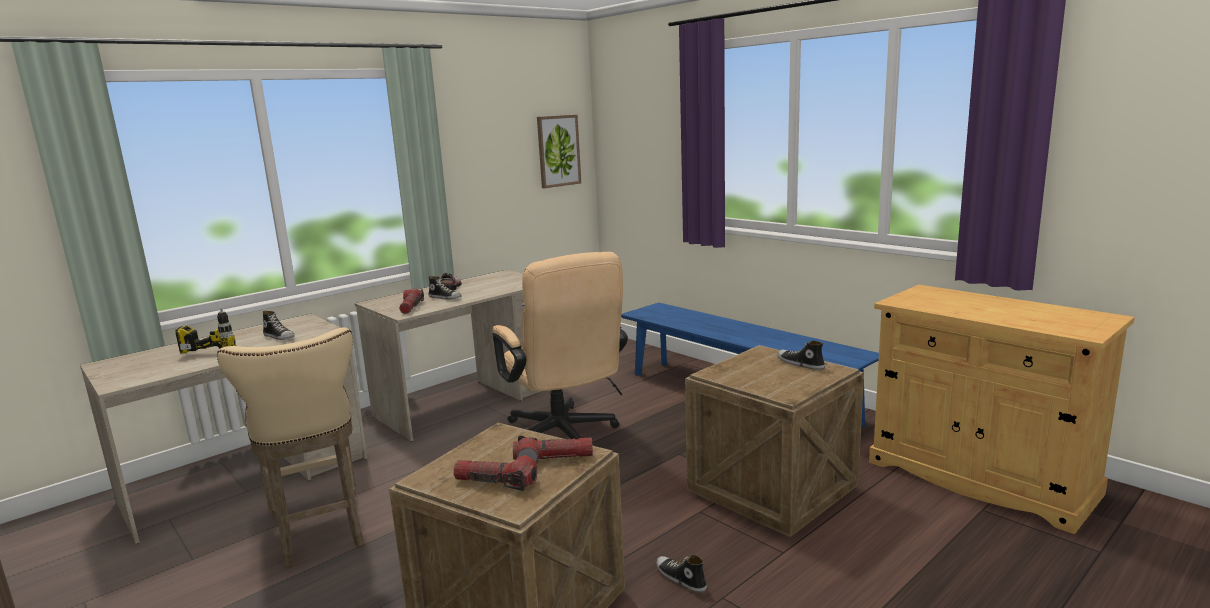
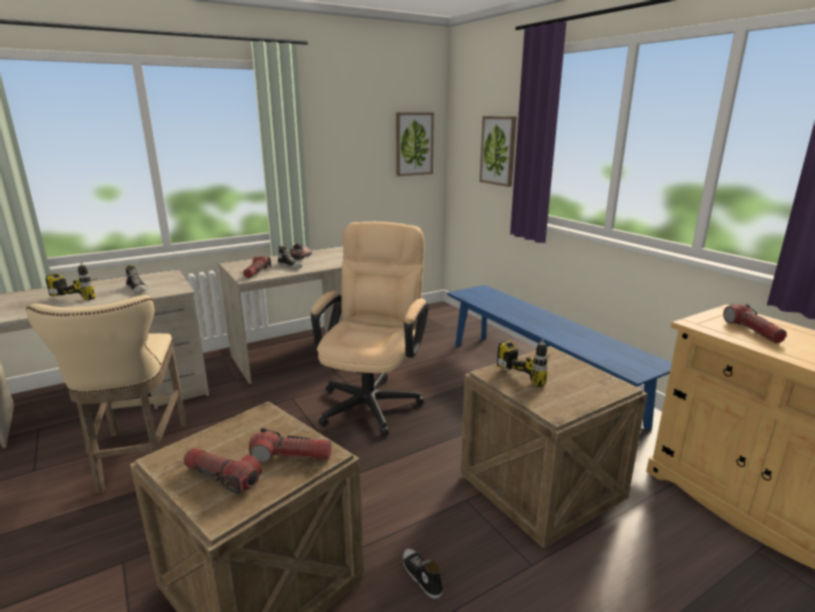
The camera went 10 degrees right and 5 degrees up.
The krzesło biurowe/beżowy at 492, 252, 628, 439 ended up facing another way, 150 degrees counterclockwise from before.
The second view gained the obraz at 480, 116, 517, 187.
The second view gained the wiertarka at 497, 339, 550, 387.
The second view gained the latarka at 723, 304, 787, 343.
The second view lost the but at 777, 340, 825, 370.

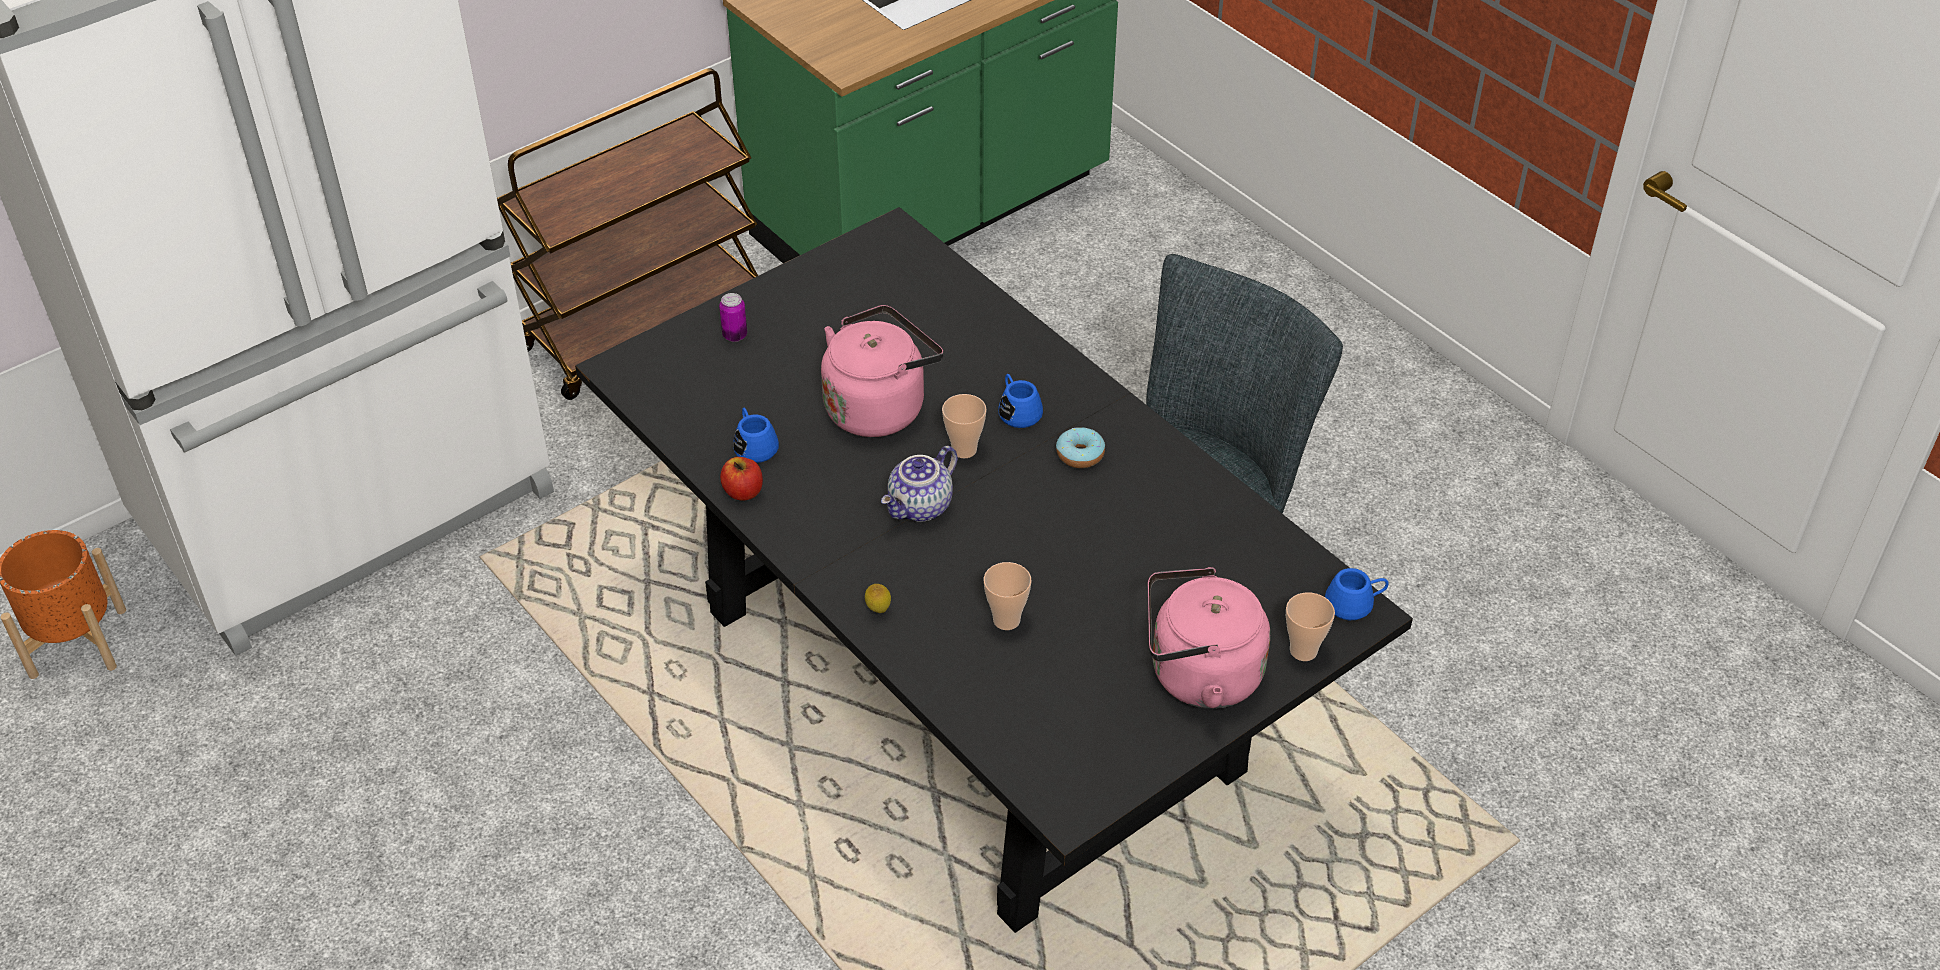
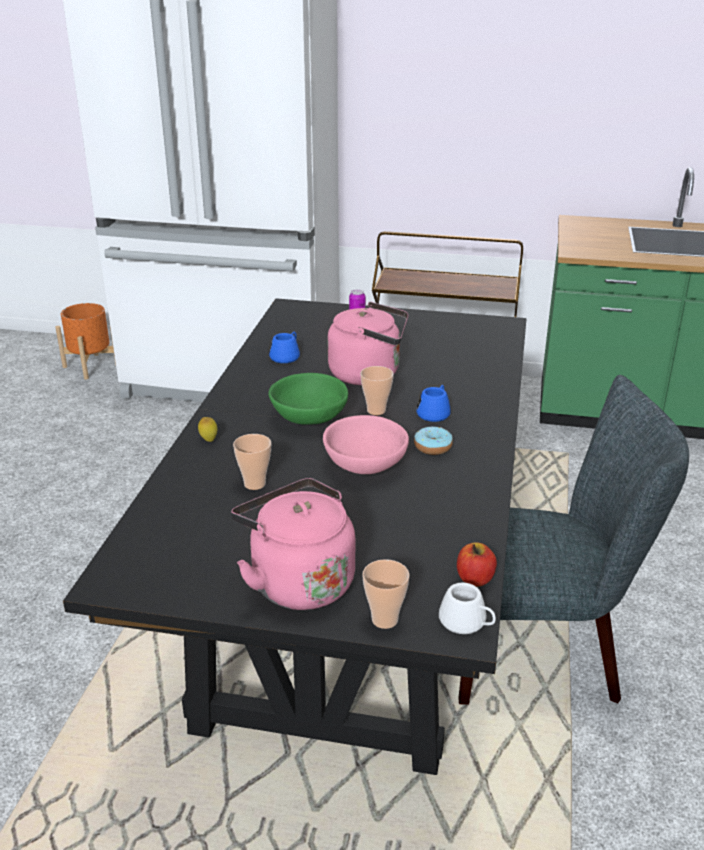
The camera went 50 degrees right and 15 degrees down.
Where the imbryk stood at 881, 446, 957, 522, the miska/zielony came to stand at 268, 373, 348, 425.
The second view gained the miska/różowy at 323, 415, 409, 474.
What was the kubek/niebieski at 1325, 568, 1389, 620 turned into the kubek/biały at 439, 583, 496, 634.
The jabłko ended up elsewhere, having gone from 720, 457, 763, 501 to 457, 542, 497, 586.

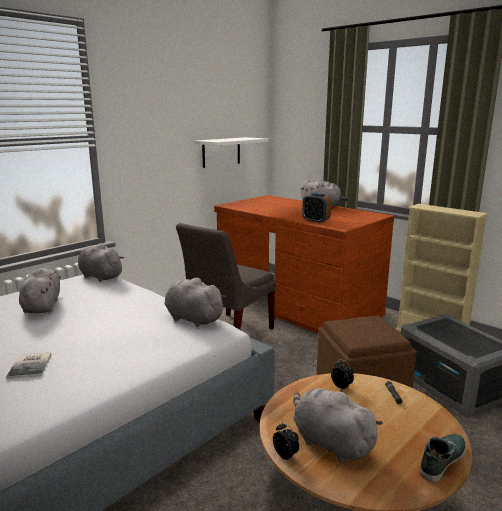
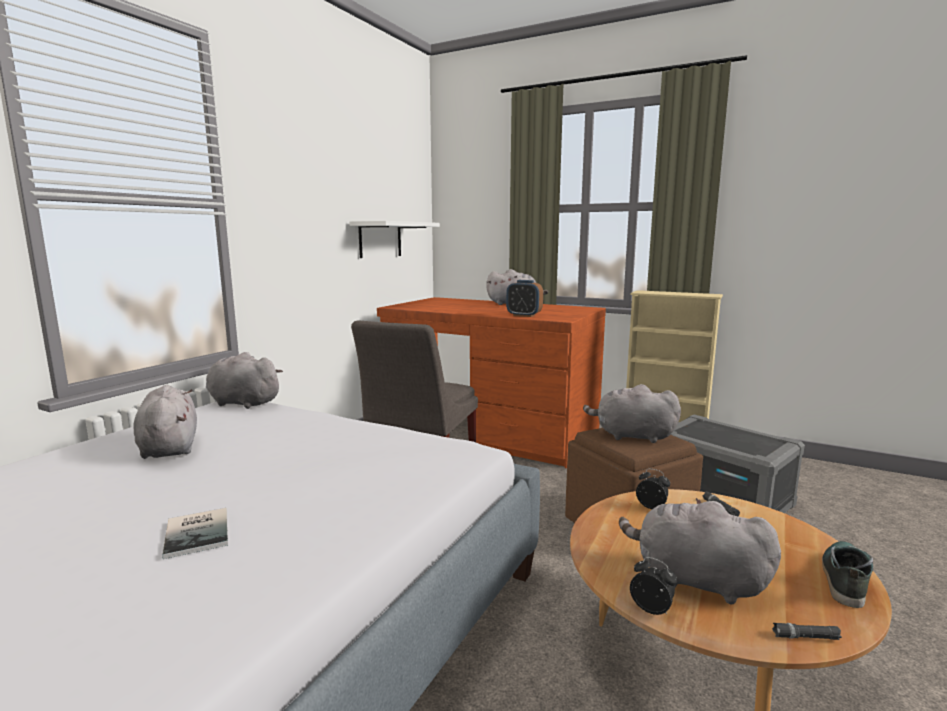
The camera went 15 degrees left and 5 degrees down.
The pluszak/szary ended up elsewhere, having gone from 165, 278, 227, 327 to 583, 384, 681, 443.
The second view gained the latarka/czarny at 772, 623, 842, 640.

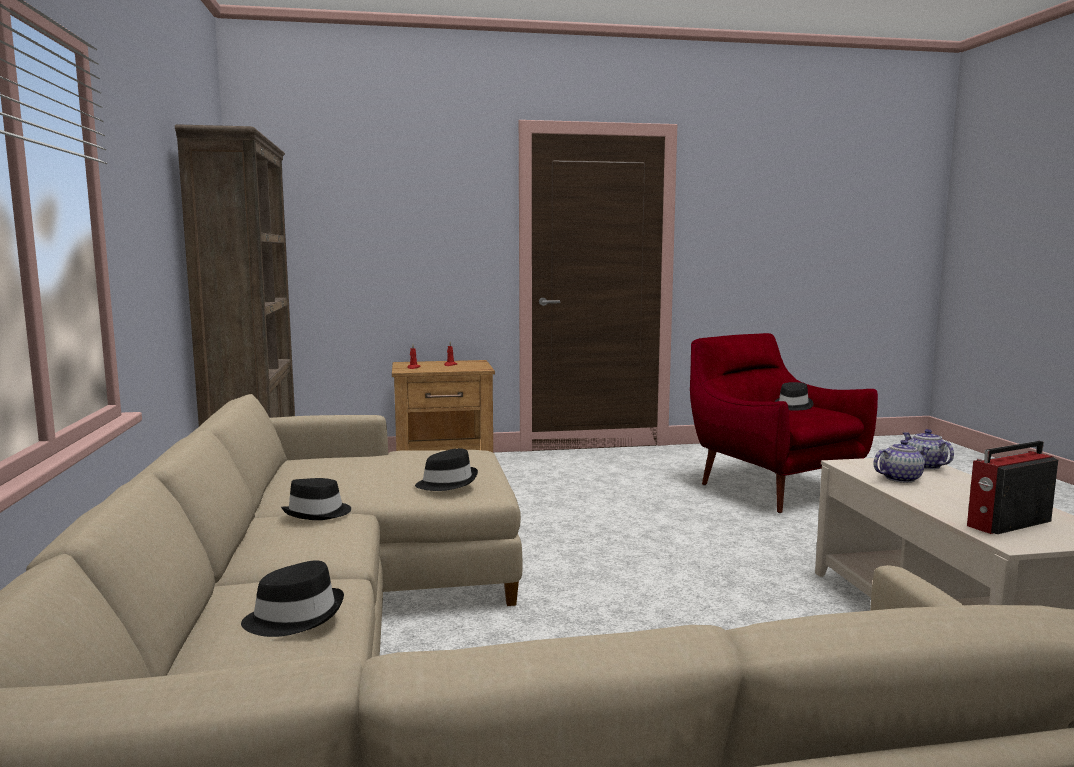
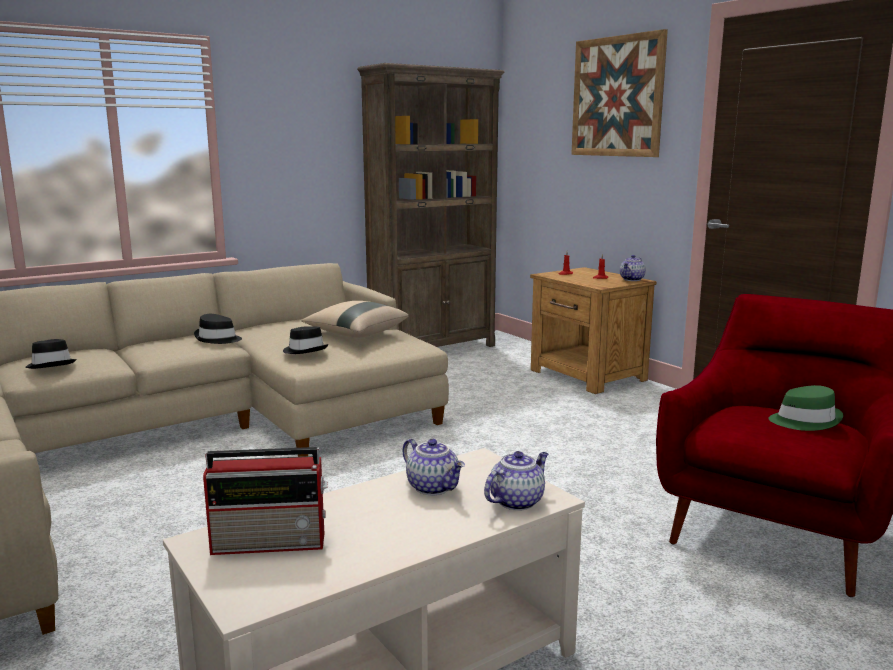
The camera went 65 degrees right and 5 degrees up.
The radio at 967, 441, 1058, 534 ended up facing another way, 135 degrees clockwise from before.
The second view gained the poduszka/beżowy at 301, 301, 409, 338.
The second view gained the obraz at 571, 29, 668, 157.
The second view gained the imbryk at 620, 255, 646, 281.
What was the kapelusz/czarny at 774, 382, 814, 410 turned into the kapelusz/zielony at 768, 385, 843, 431.

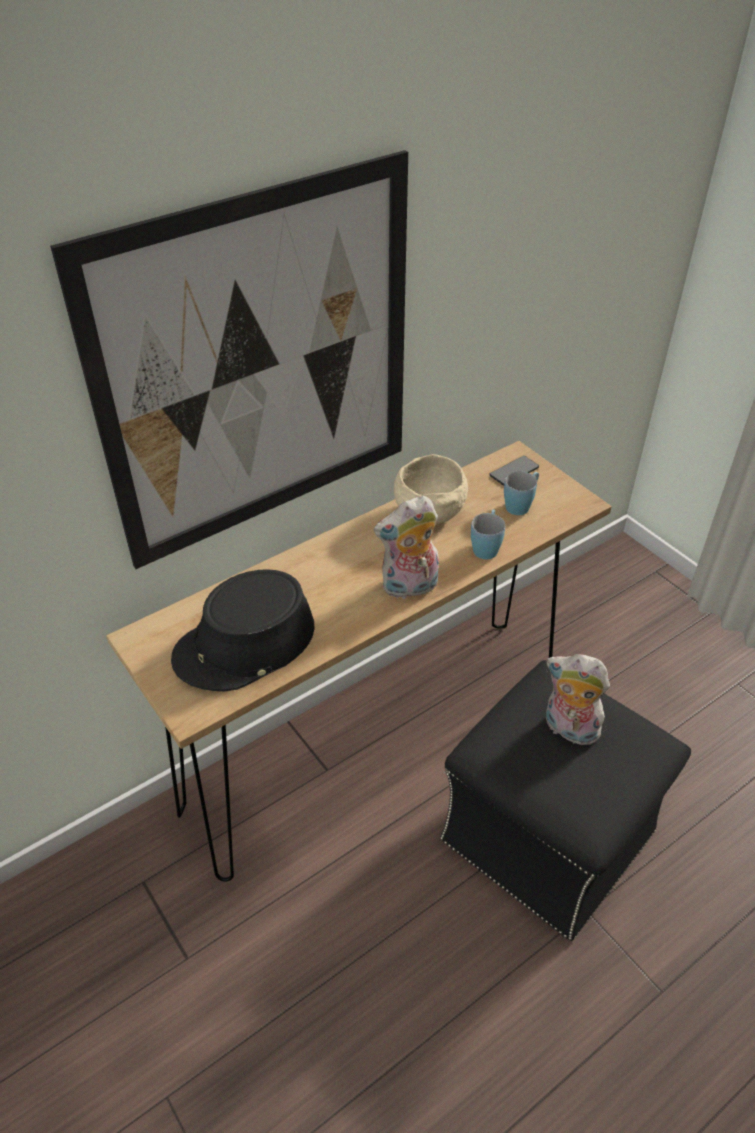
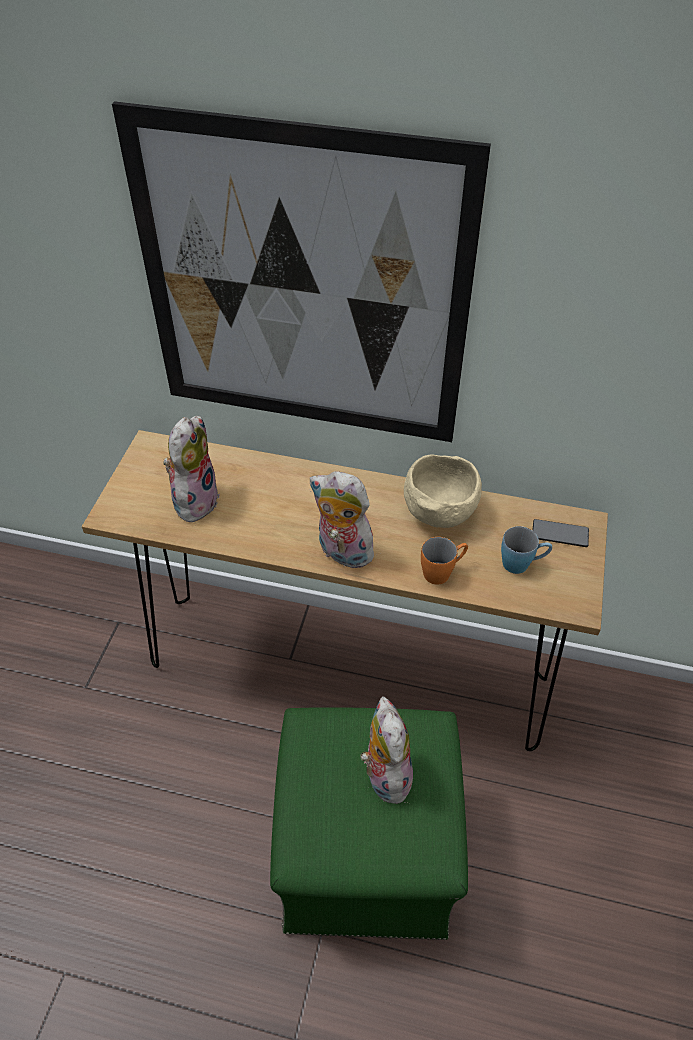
The camera went 50 degrees right and 5 degrees up.
Where the kapelusz/czarny stood at 171, 569, 315, 691, the pluszak came to stand at 163, 416, 220, 522.
What was the pufa/czarny at 440, 660, 691, 941 turned into the pufa/zielony at 270, 707, 468, 940.
What was the kubek/niebieski at 471, 509, 505, 559 turned into the kubek/pomarańczowy at 421, 537, 468, 585.

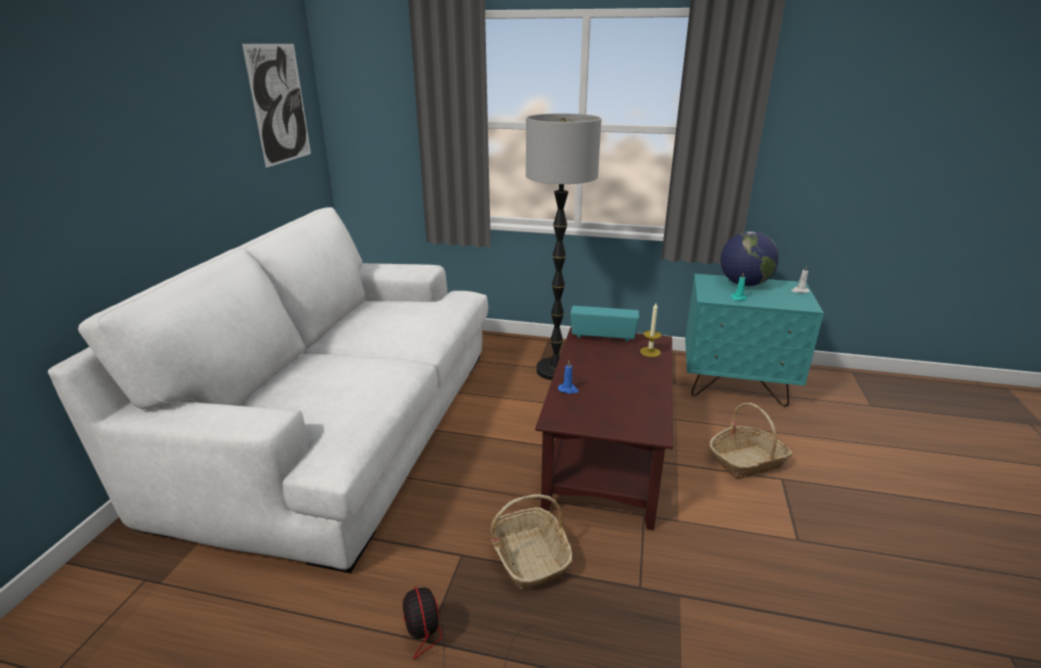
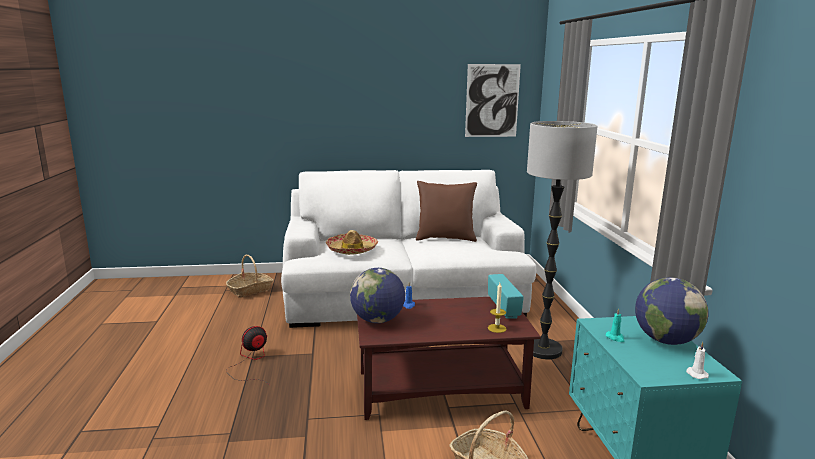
The camera went 70 degrees right and 10 degrees down.
The koszyk ended up elsewhere, having gone from 490, 494, 572, 590 to 226, 255, 273, 298.
The second view gained the kapelusz at 326, 230, 378, 255.
The second view gained the globus at 350, 268, 405, 323.
The second view gained the poduszka/brązowy at 416, 181, 477, 242.

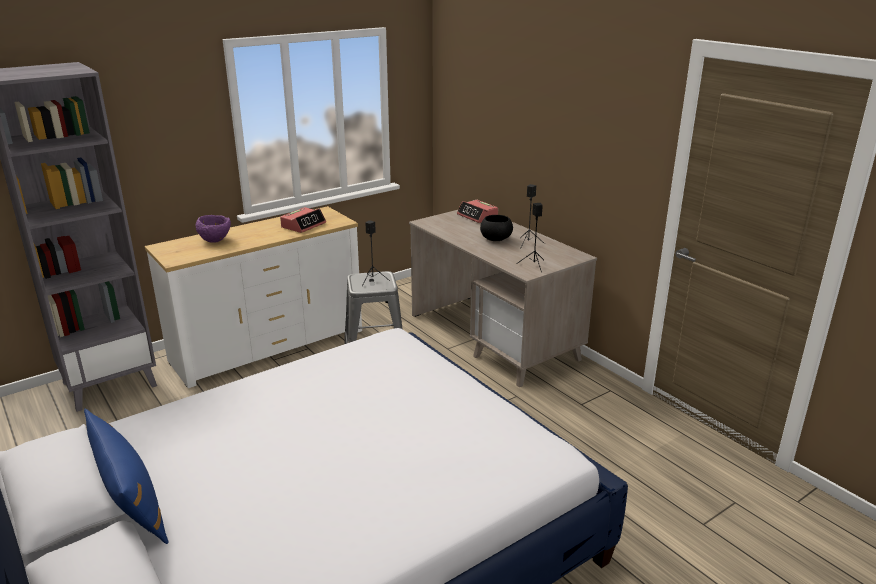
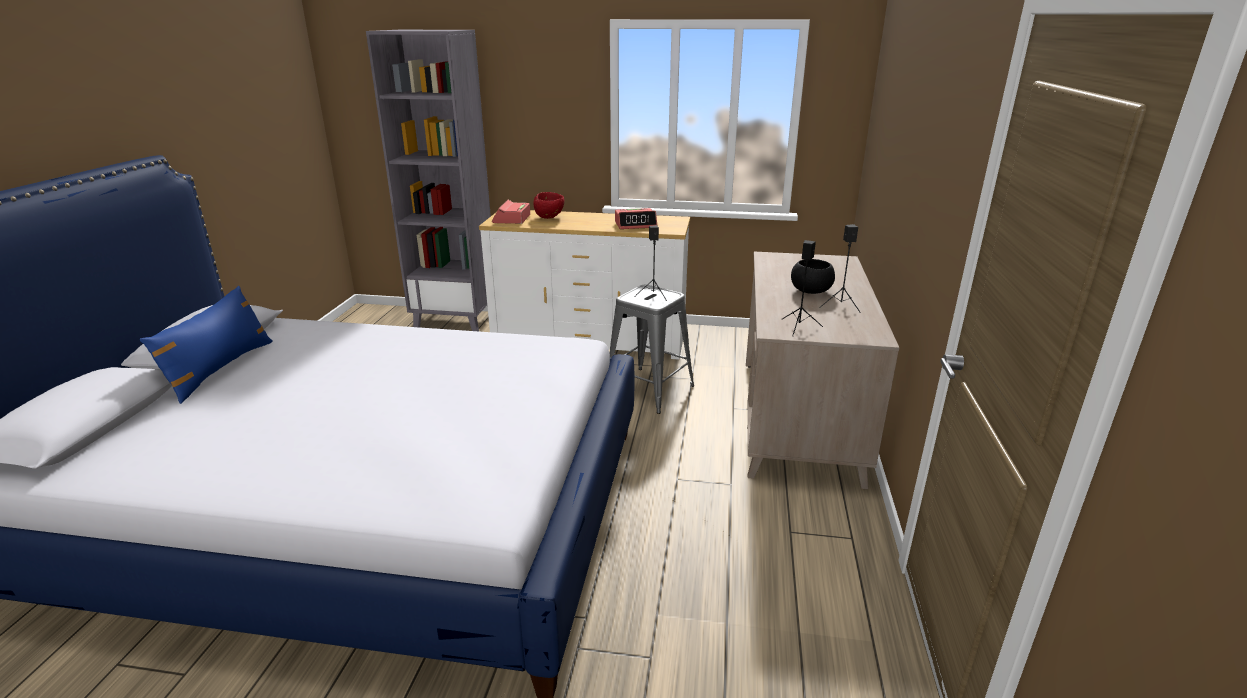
The camera went 45 degrees right and 0 degrees up.
The budzik ended up elsewhere, having gone from 457, 200, 498, 223 to 492, 200, 530, 224.
What was the miska/fioletowy at 196, 215, 231, 242 turned into the miska/czerwony at 533, 192, 564, 219.

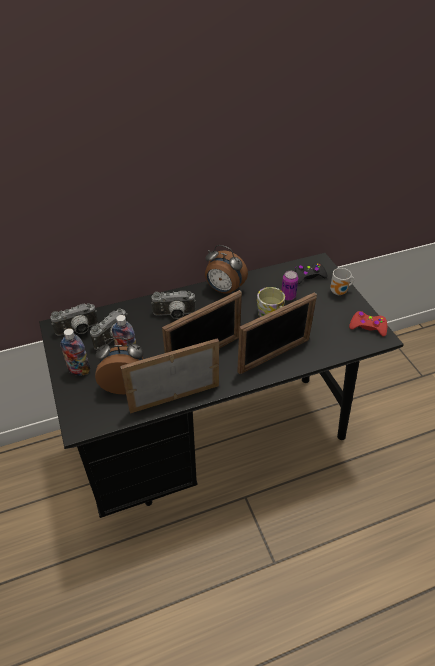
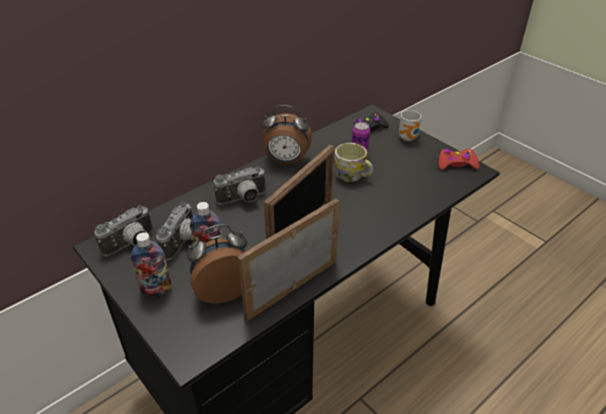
The camera went 20 degrees left and 5 degrees down.
The second view lost the ramka na zdjęcie at 237, 292, 317, 374.

